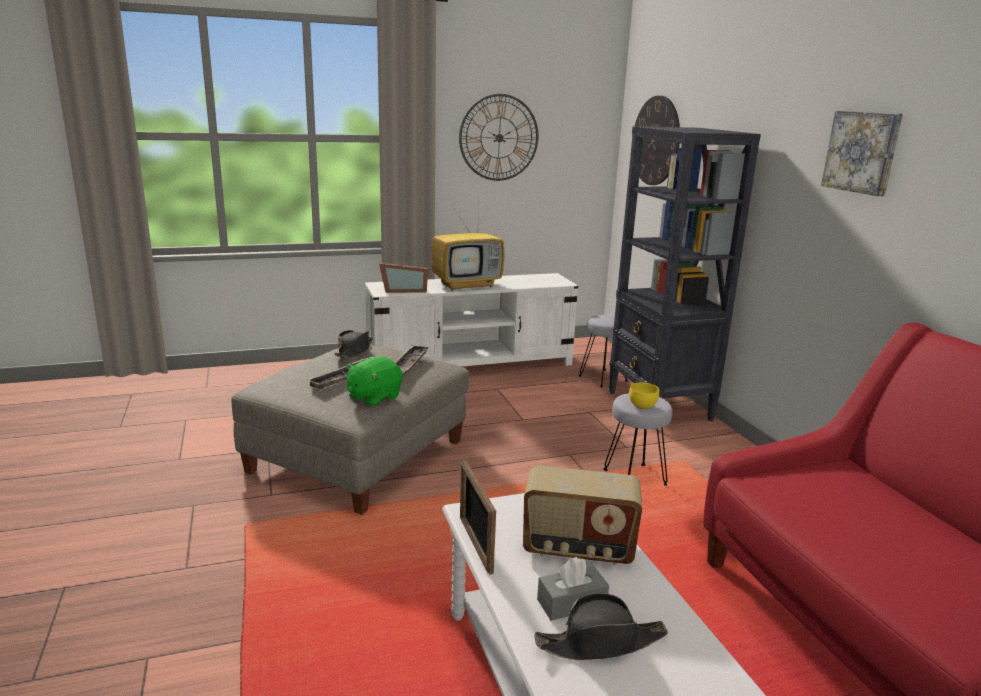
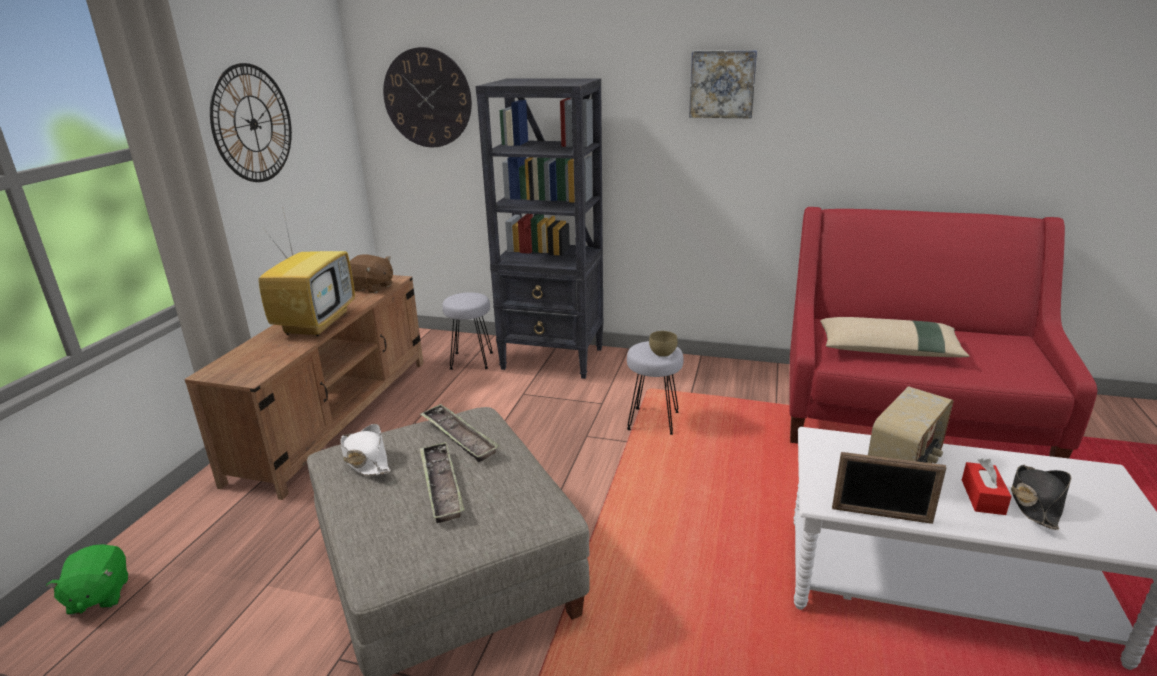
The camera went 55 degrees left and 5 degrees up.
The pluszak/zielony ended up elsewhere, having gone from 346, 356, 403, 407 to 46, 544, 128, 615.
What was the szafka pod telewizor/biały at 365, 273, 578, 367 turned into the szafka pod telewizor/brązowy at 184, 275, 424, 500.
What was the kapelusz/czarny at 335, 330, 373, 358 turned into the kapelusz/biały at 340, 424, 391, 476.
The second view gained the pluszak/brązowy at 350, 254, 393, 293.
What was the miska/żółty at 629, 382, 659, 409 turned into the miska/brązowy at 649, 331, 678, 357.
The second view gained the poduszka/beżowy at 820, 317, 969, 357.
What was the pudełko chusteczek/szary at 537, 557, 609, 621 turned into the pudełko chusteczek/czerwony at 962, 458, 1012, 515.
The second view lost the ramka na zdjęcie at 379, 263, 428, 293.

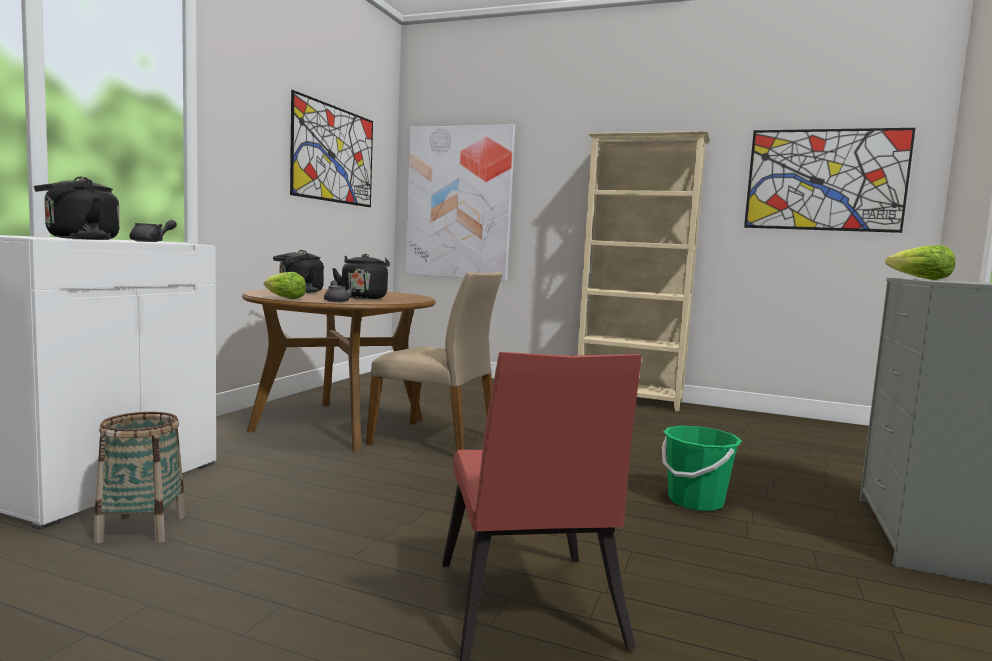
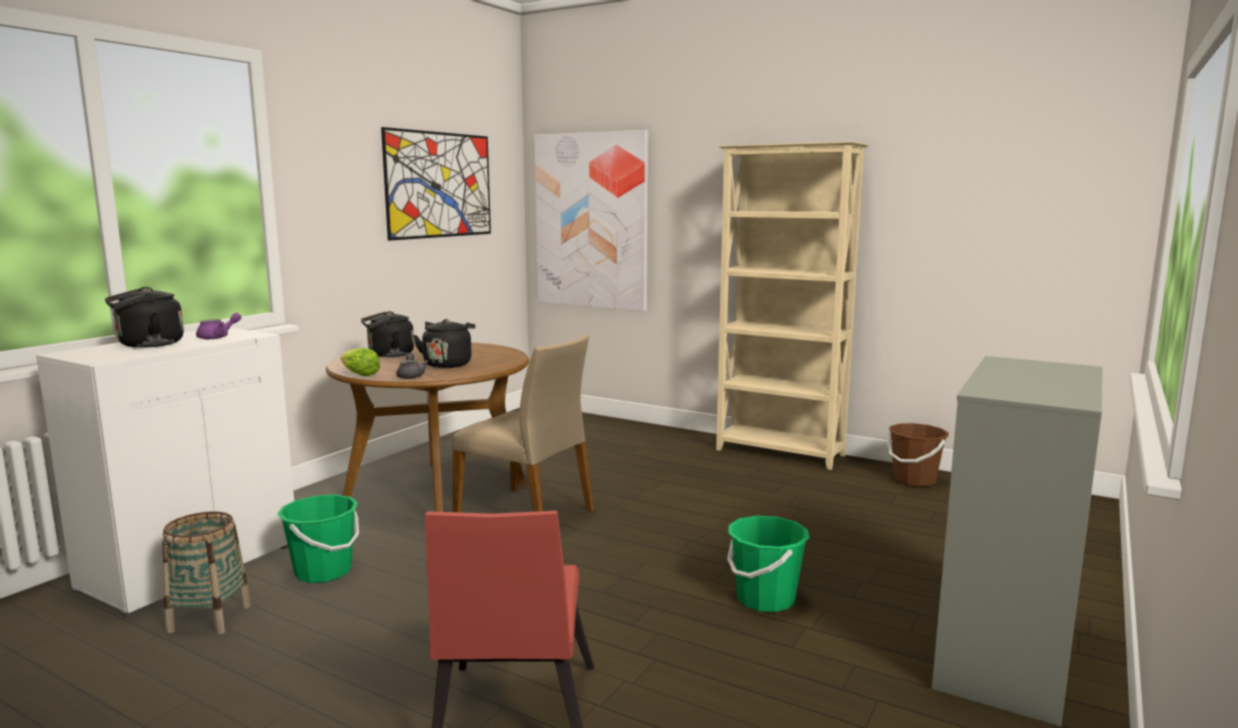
The camera went 10 degrees right and 5 degrees up.
What was the imbryk/szary at 129, 220, 177, 242 turned into the imbryk/fioletowy at 196, 313, 241, 339.
The second view gained the wiadro/zielony at 278, 494, 359, 583.
The second view gained the wiadro/brązowy at 887, 423, 949, 487.
The second view lost the obraz at 744, 128, 915, 233.
The second view lost the sałata at 885, 245, 955, 280.

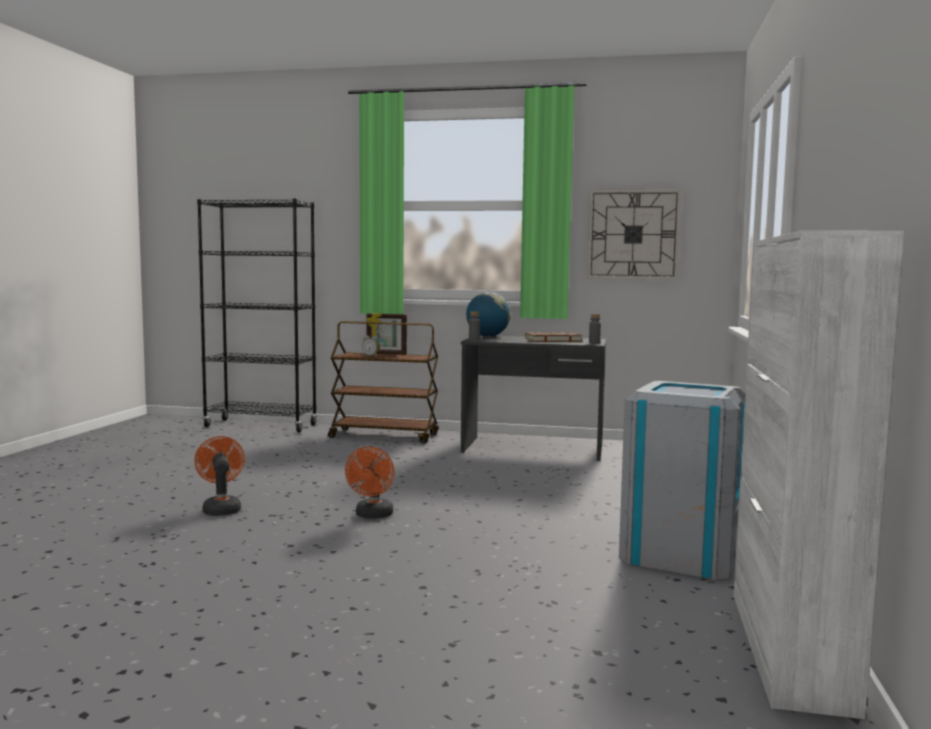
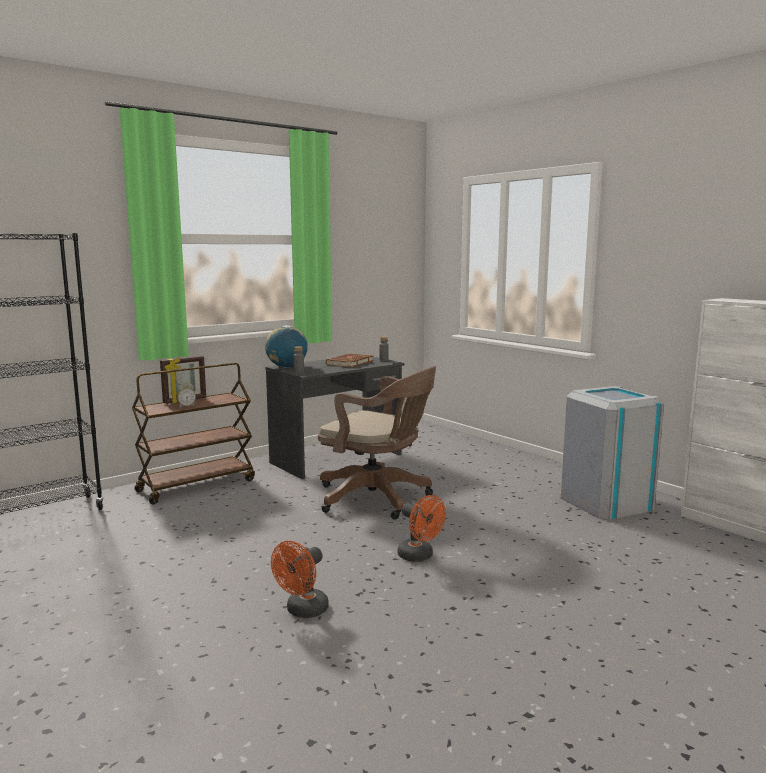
The camera went 50 degrees left and 5 degrees up.
The wentylator/pomarańczowy at 194, 436, 245, 516 ended up facing another way, 75 degrees counterclockwise from before.
The second view gained the krzesło biurowe/brązowy at 318, 366, 436, 520.
The second view lost the zegar ścienny at 587, 189, 681, 280.

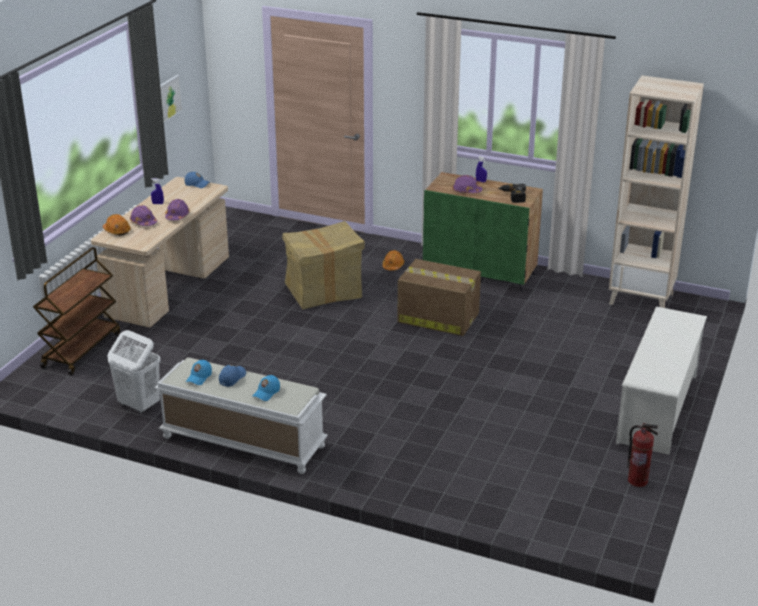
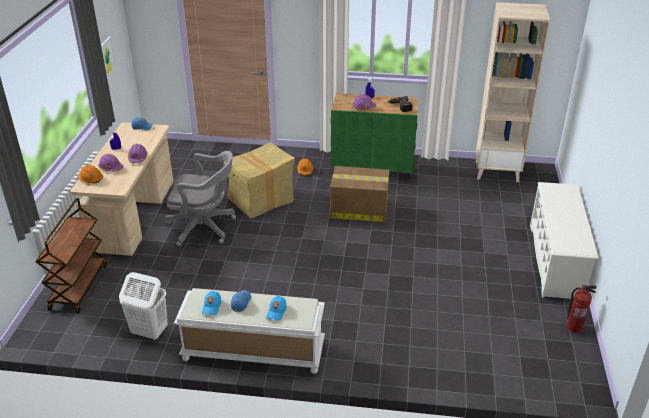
The camera went 15 degrees left and 5 degrees up.
The second view gained the krzesło biurowe/szary at 165, 151, 236, 246.

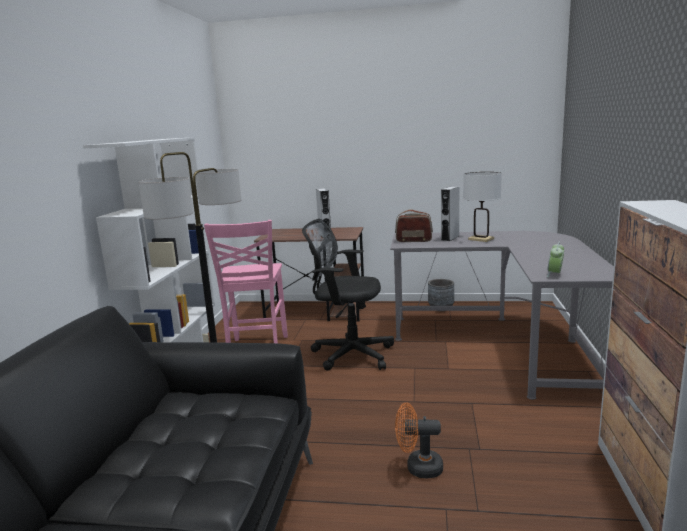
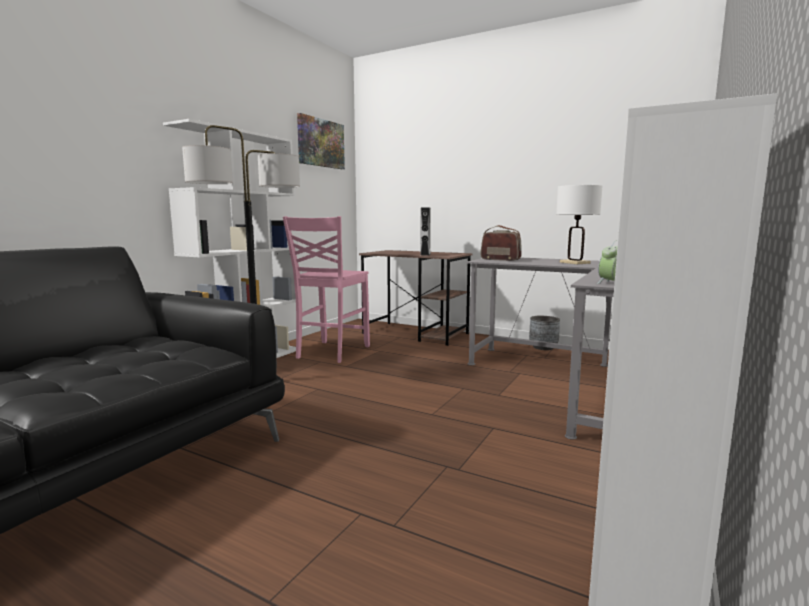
The camera went 20 degrees right and 5 degrees down.
The second view gained the obraz at 297, 113, 345, 169.
The second view lost the krzesło biurowe/czarny at 302, 219, 394, 371.
The second view lost the wentylator/pomarańczowy at 395, 402, 443, 478.
The second view lost the głośnik/szary at 441, 186, 459, 241.

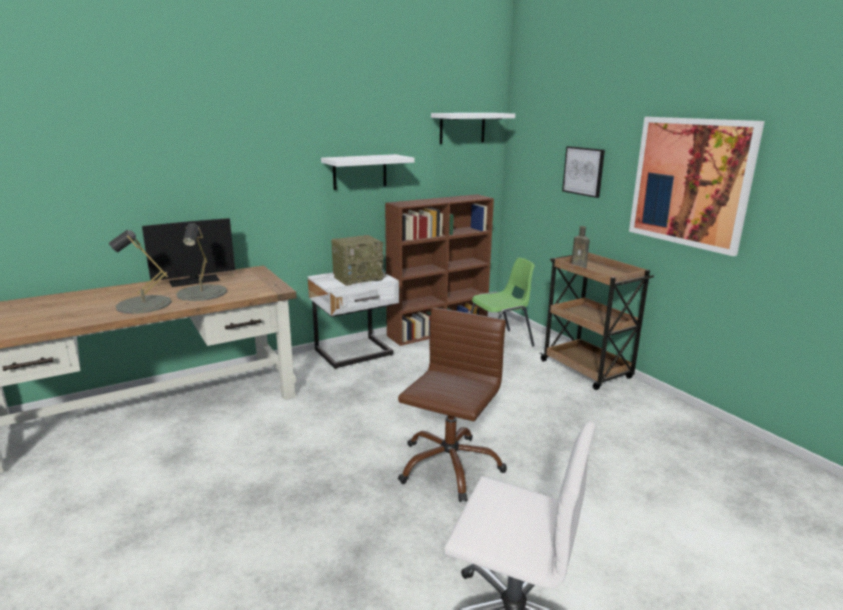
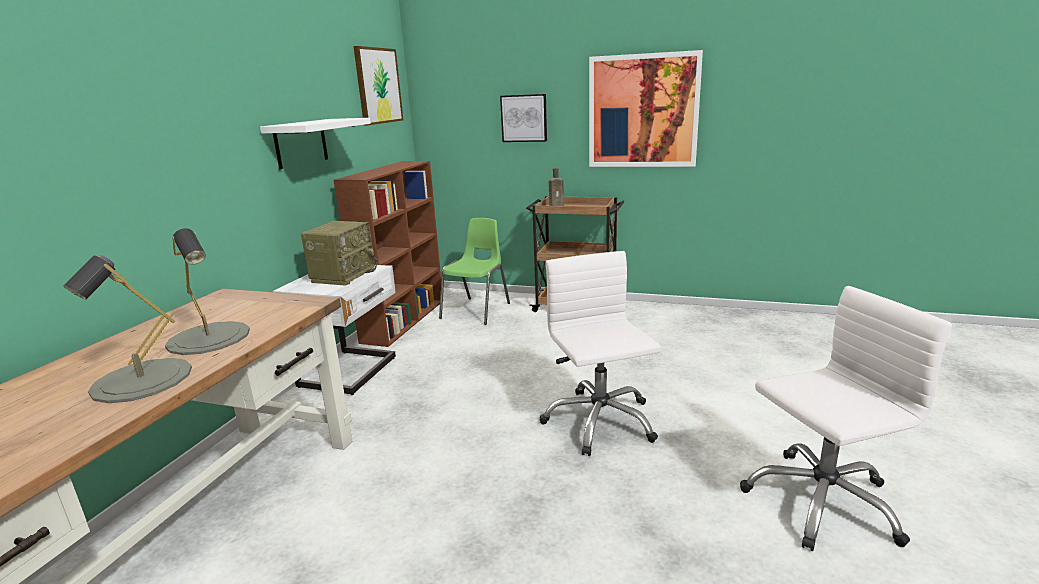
The camera went 40 degrees left and 0 degrees up.
Where the półka/biały hung at 431, 113, 515, 144, the obraz came to hang at 354, 46, 403, 125.
What was the krzesło biurowe/brązowy at 398, 308, 507, 502 turned into the krzesło biurowe/biały at 540, 251, 661, 456.
The second view lost the monitor at 142, 218, 235, 287.

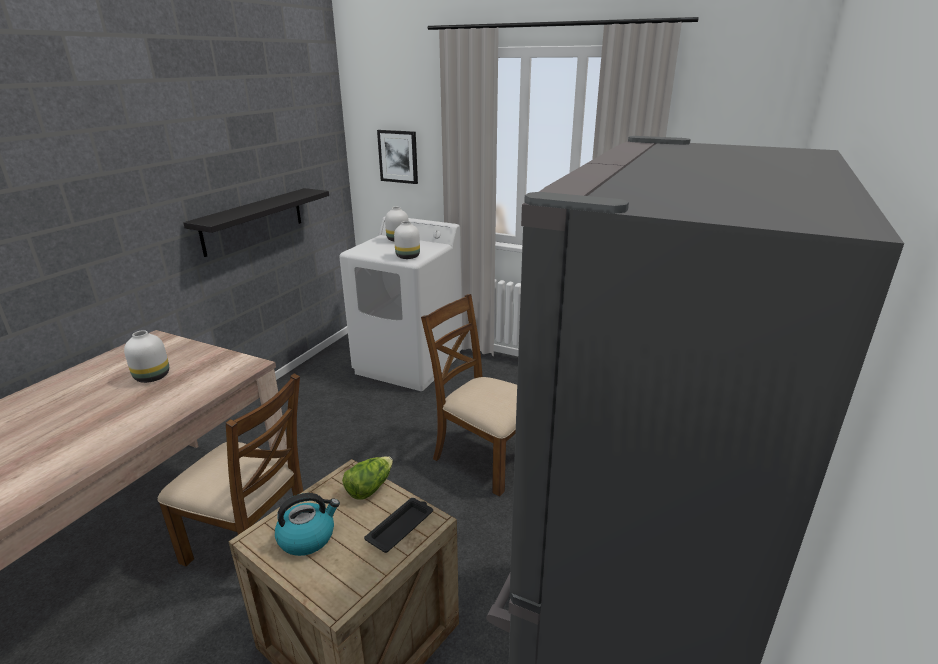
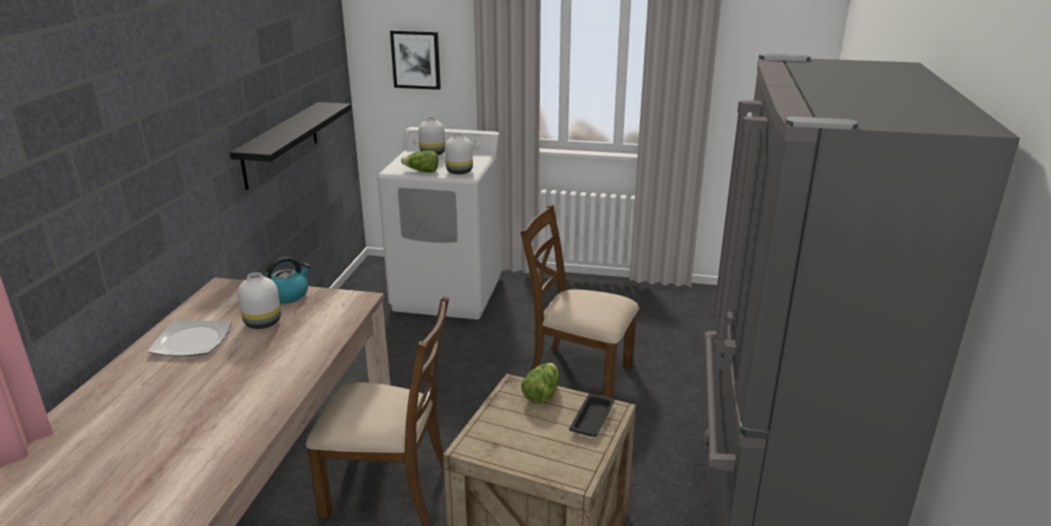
The camera went 15 degrees left and 0 degrees up.
The second view gained the talerz at 148, 320, 232, 356.
The czajnik ended up elsewhere, having gone from 275, 493, 340, 556 to 266, 257, 311, 304.
The second view gained the sałata at 401, 151, 438, 173.

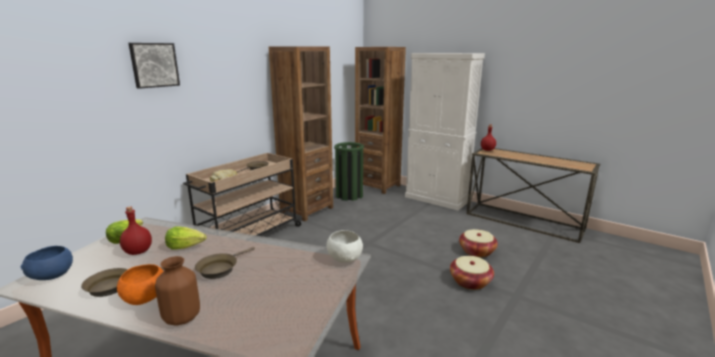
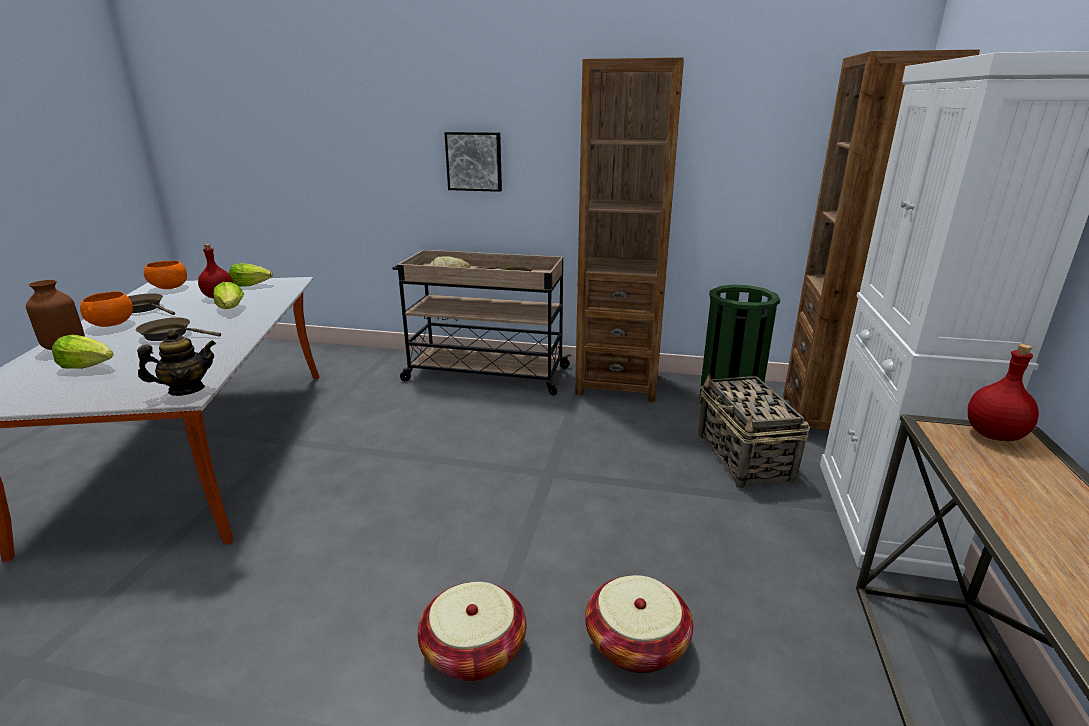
The camera went 65 degrees right and 5 degrees up.
The second view gained the sałata at 52, 335, 114, 369.
Where the miska/biały stood at 327, 230, 363, 263, the imbryk came to stand at 137, 329, 216, 396.
What was the miska/niebieski at 21, 246, 73, 280 turned into the miska/pomarańczowy at 144, 261, 187, 289.
The obraz ended up elsewhere, having gone from 129, 43, 180, 89 to 444, 132, 502, 192.
The second view gained the koszyk at 698, 373, 810, 488.

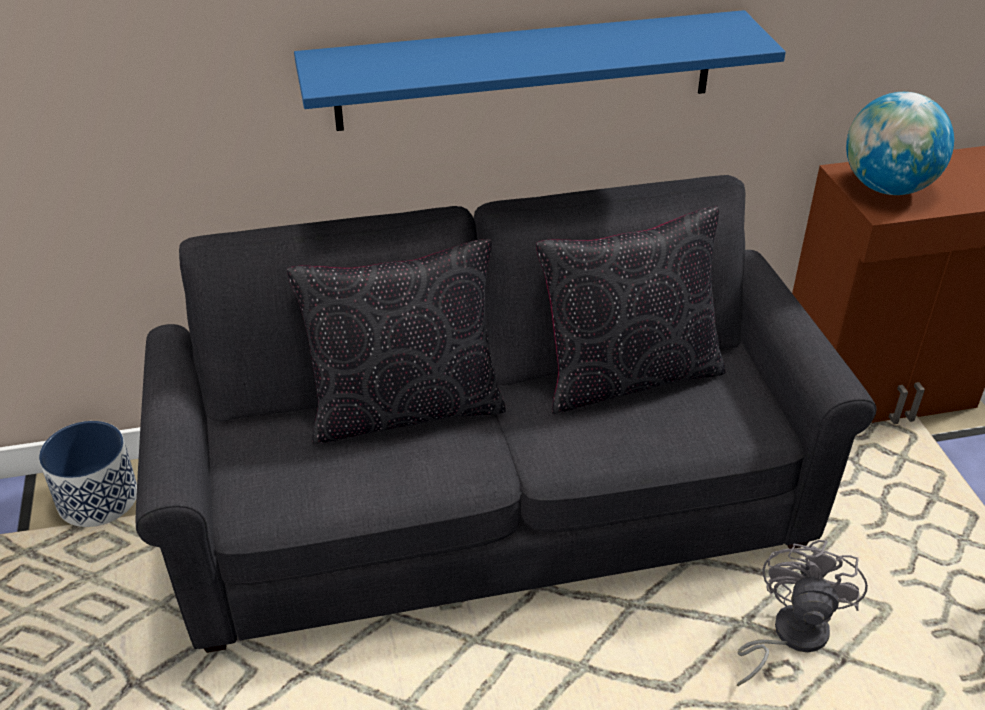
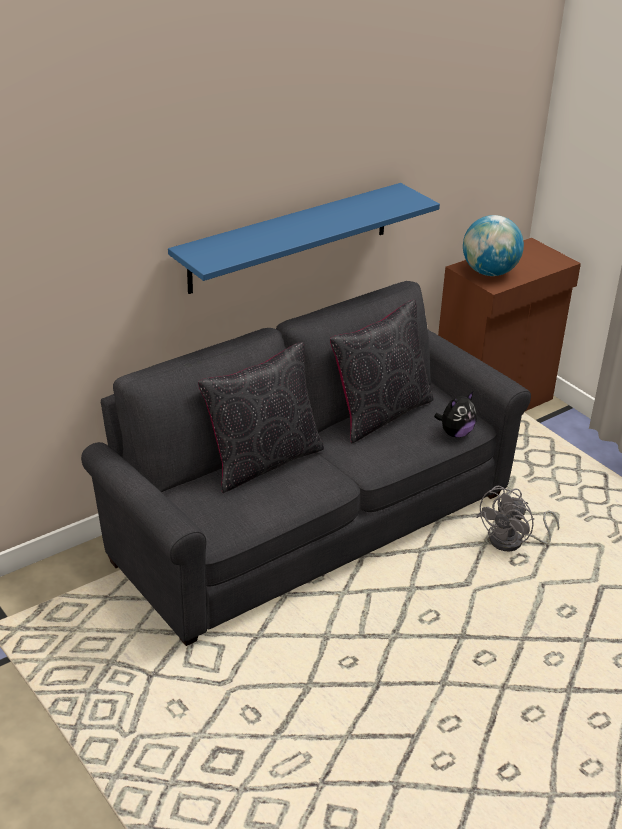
The camera went 25 degrees left and 5 degrees down.
The second view gained the pluszak at 434, 392, 477, 437.
The wentylator/szary at 737, 540, 868, 686 ended up facing another way, 135 degrees counterclockwise from before.
The second view lost the donica at 39, 421, 137, 527.

